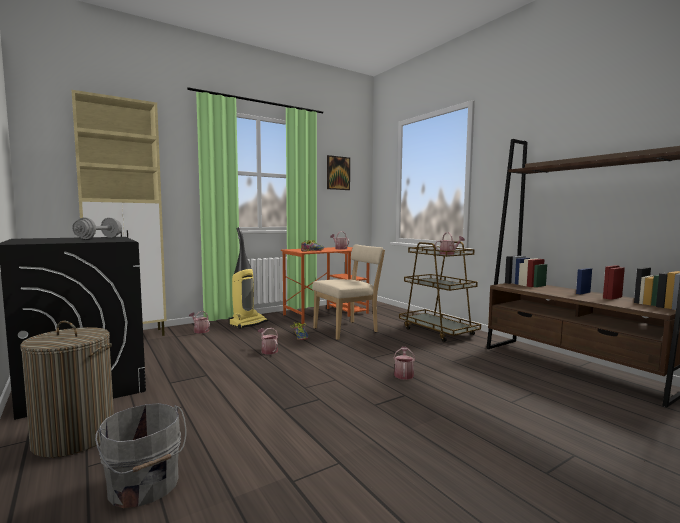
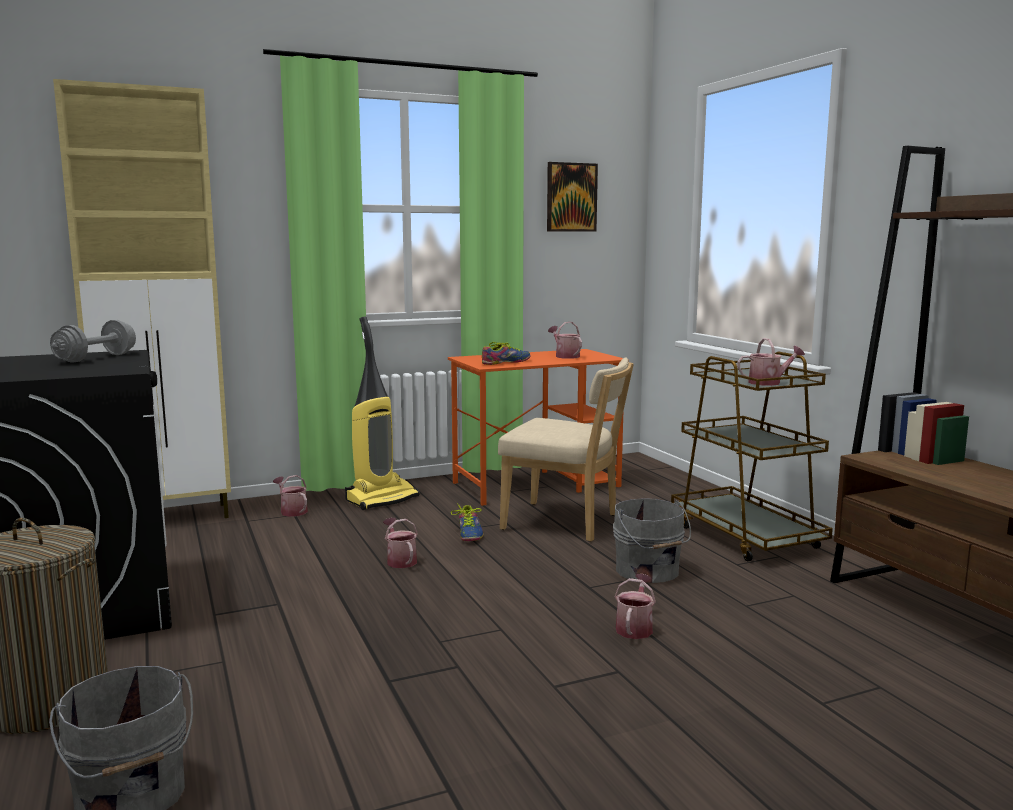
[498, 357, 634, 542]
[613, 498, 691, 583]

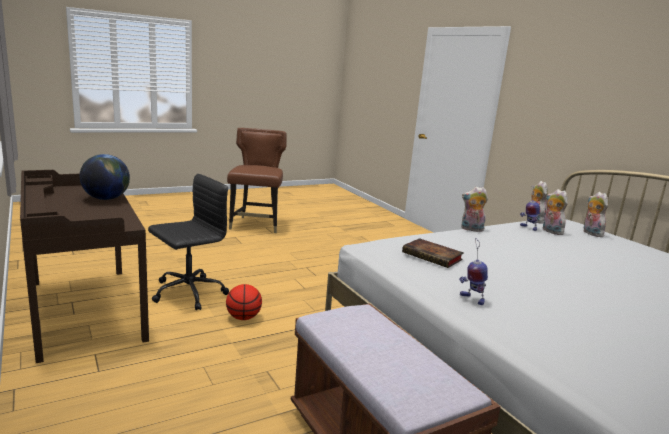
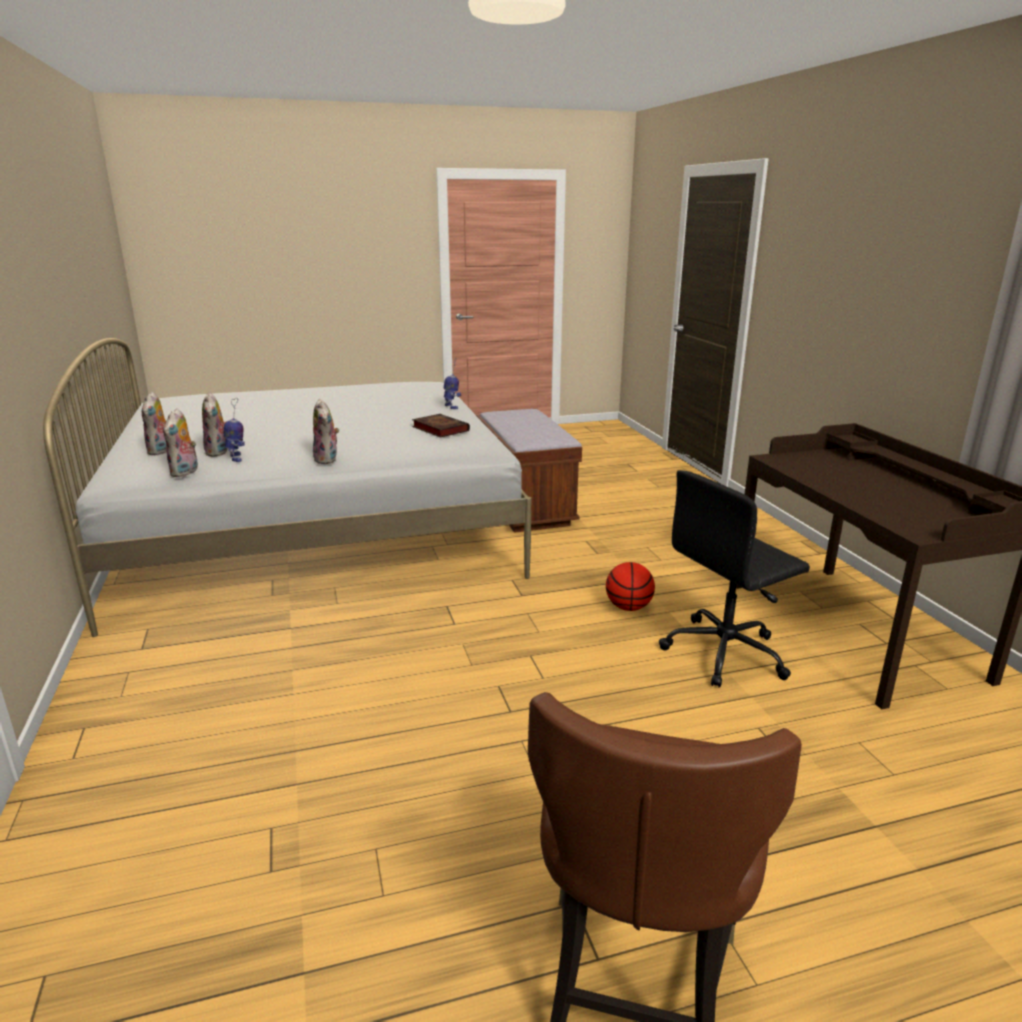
[313, 399, 339, 464]
[80, 154, 130, 200] (first image)

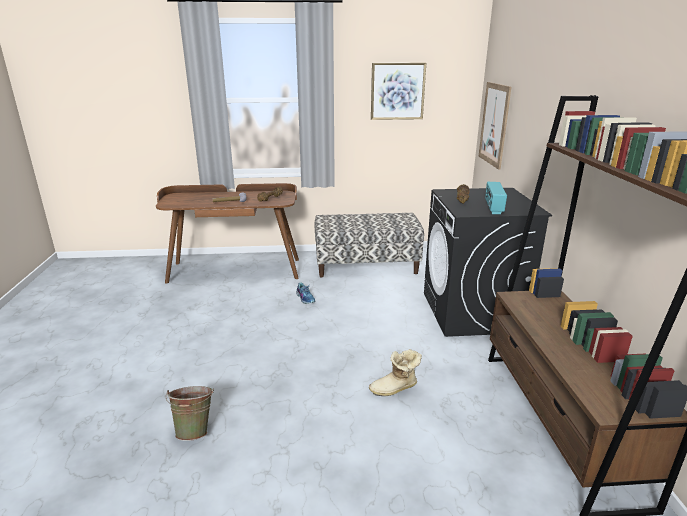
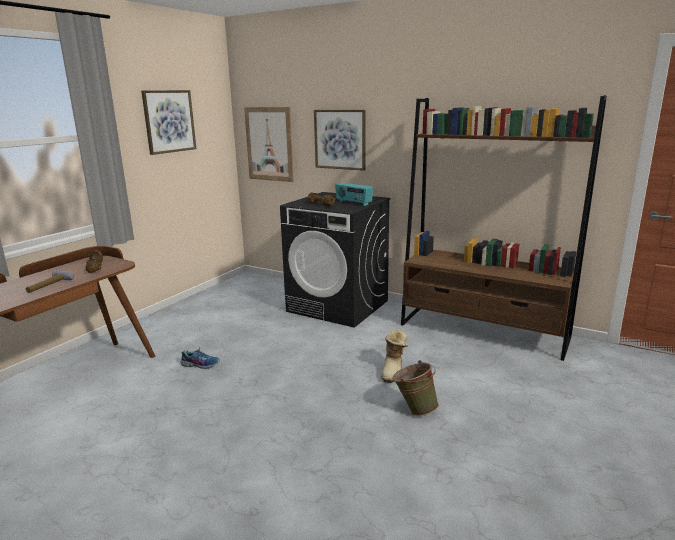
[314, 110, 366, 171]
[393, 360, 439, 416]
[314, 213, 424, 277] (first image)

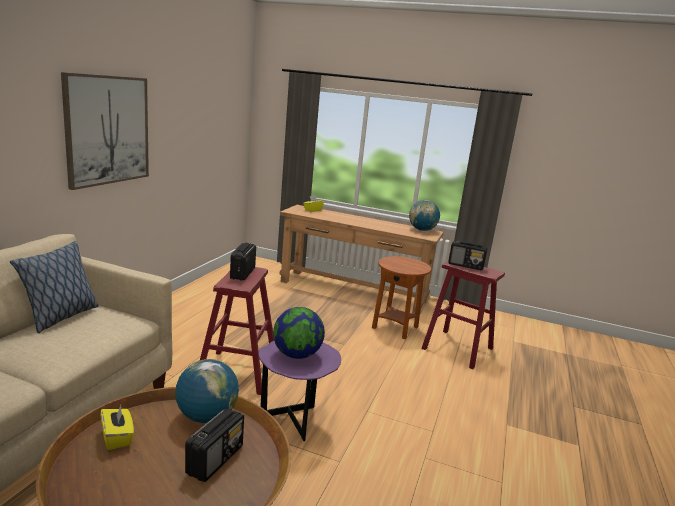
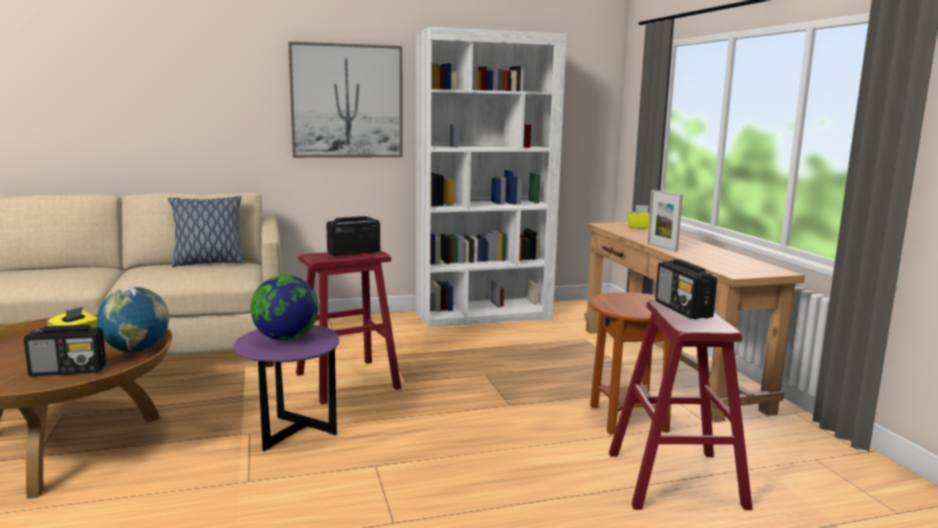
[416, 27, 566, 328]
[647, 190, 683, 252]
[409, 200, 440, 231] (first image)

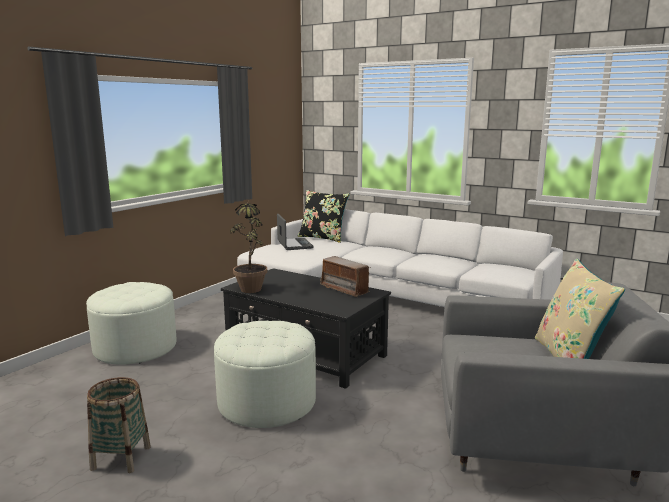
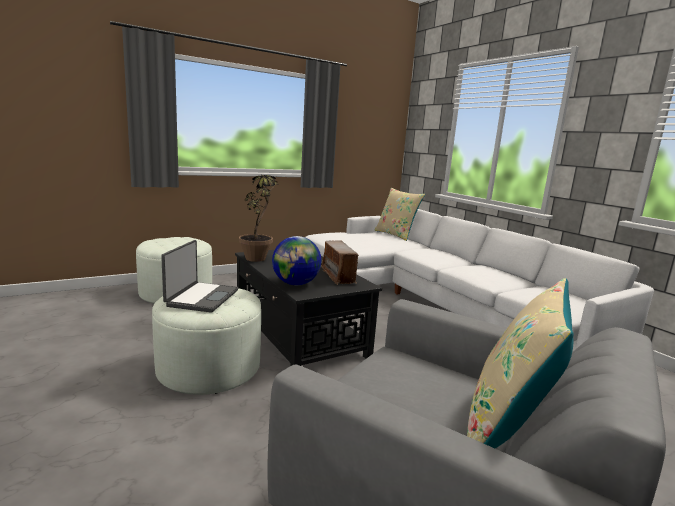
[161, 240, 238, 312]
[272, 236, 321, 285]
[375, 188, 425, 241]
[87, 377, 151, 473] (first image)

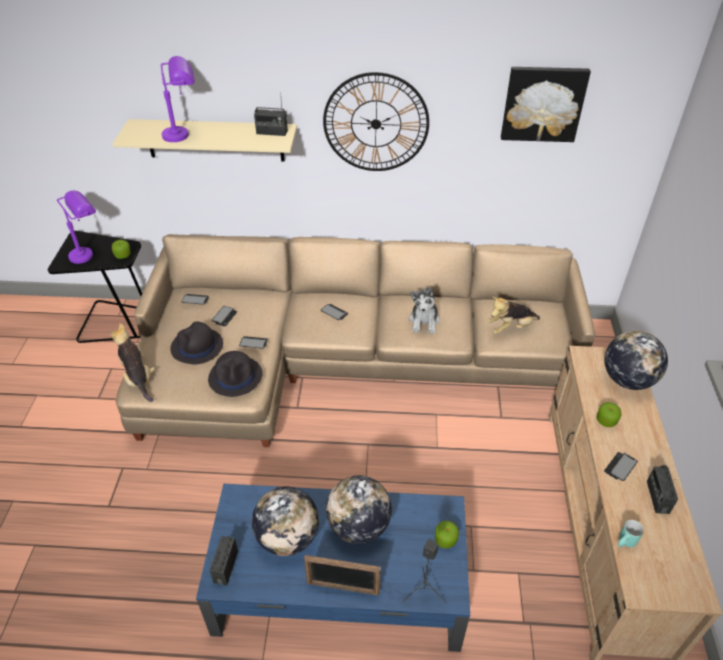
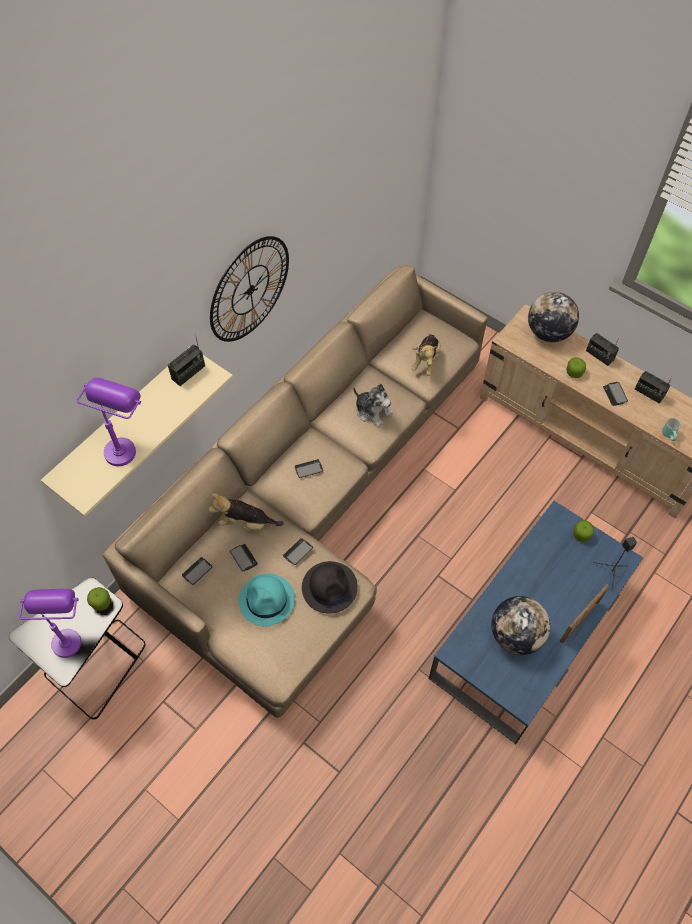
[208, 493, 284, 530]
[239, 574, 295, 627]
[586, 333, 619, 366]
[326, 475, 392, 544] (first image)
[501, 67, 591, 142] (first image)

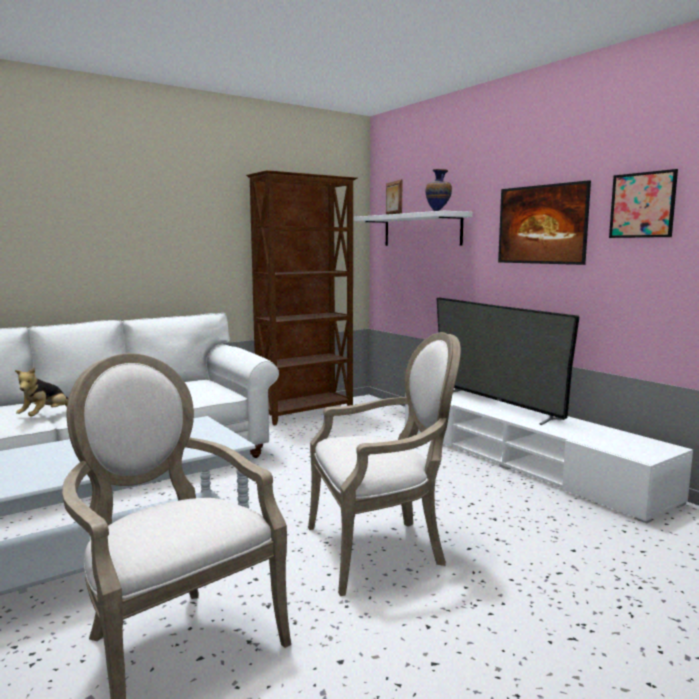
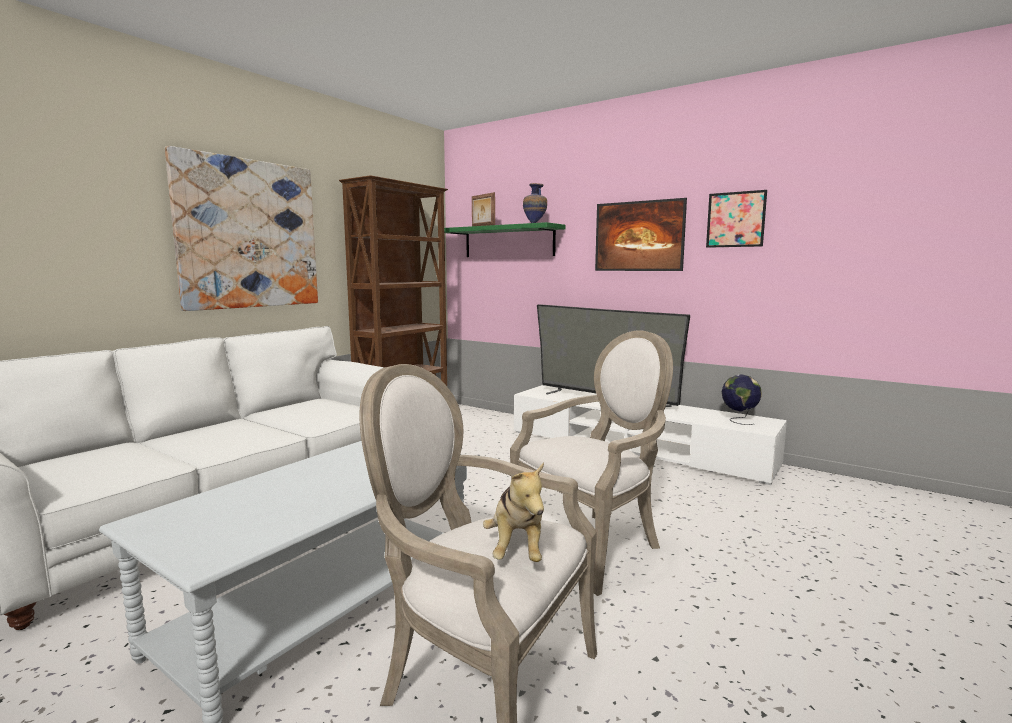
[165, 146, 318, 311]
[444, 222, 566, 257]
[483, 462, 544, 562]
[722, 374, 762, 425]

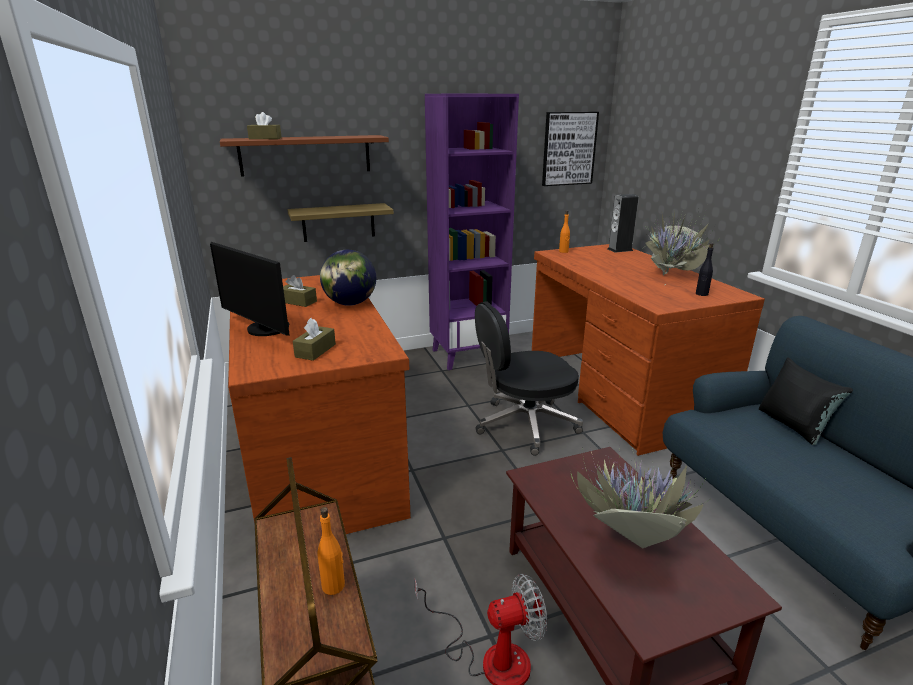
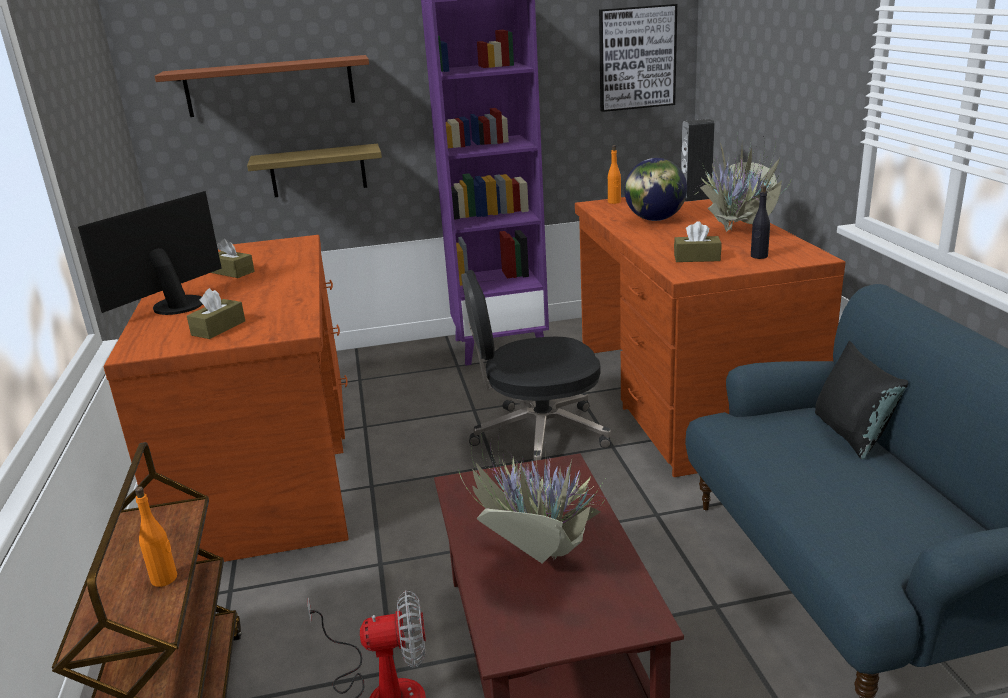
[78, 191, 222, 315]
[624, 158, 687, 221]
[674, 221, 721, 262]

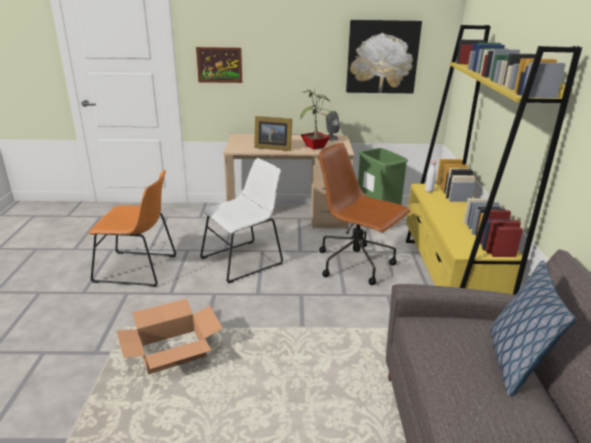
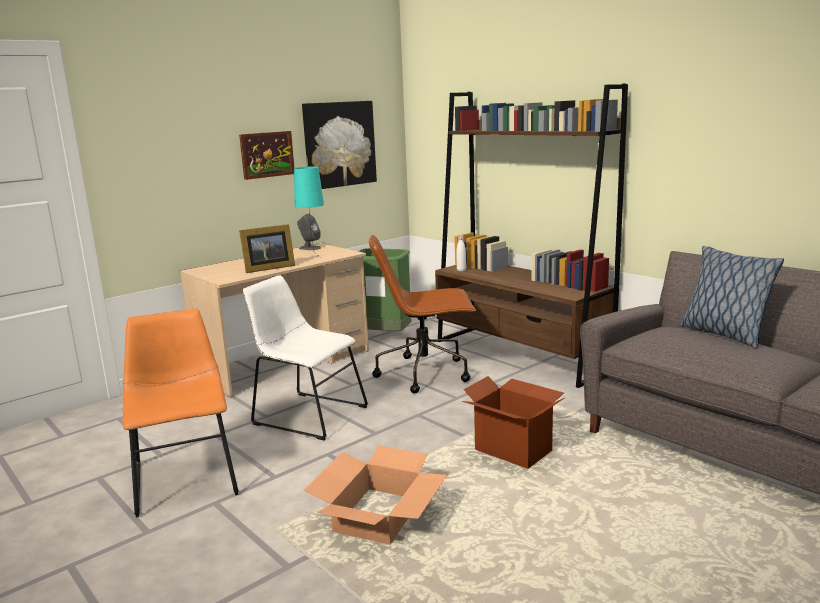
[123, 309, 239, 518]
[239, 131, 294, 180]
[243, 275, 368, 440]
[294, 166, 324, 257]
[435, 84, 628, 388]
[462, 376, 566, 469]

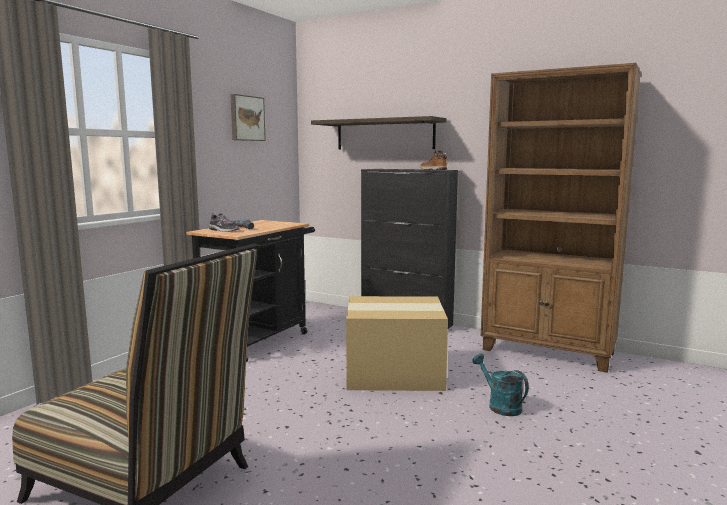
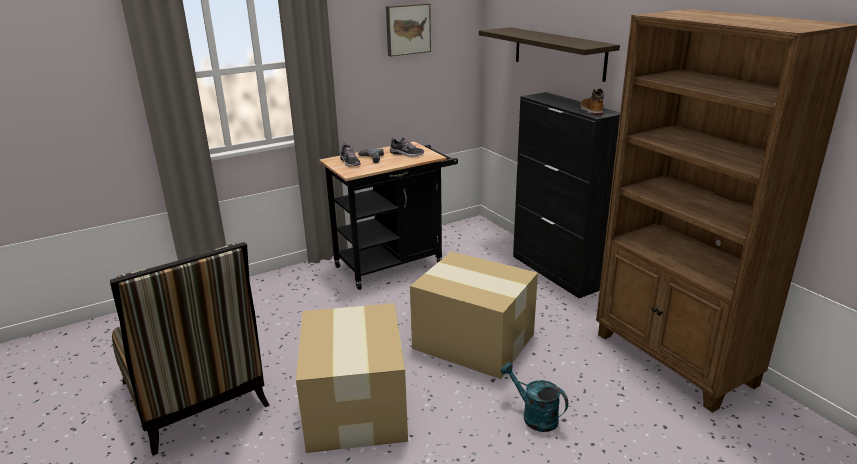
[296, 303, 408, 453]
[390, 137, 424, 157]
[501, 362, 568, 432]

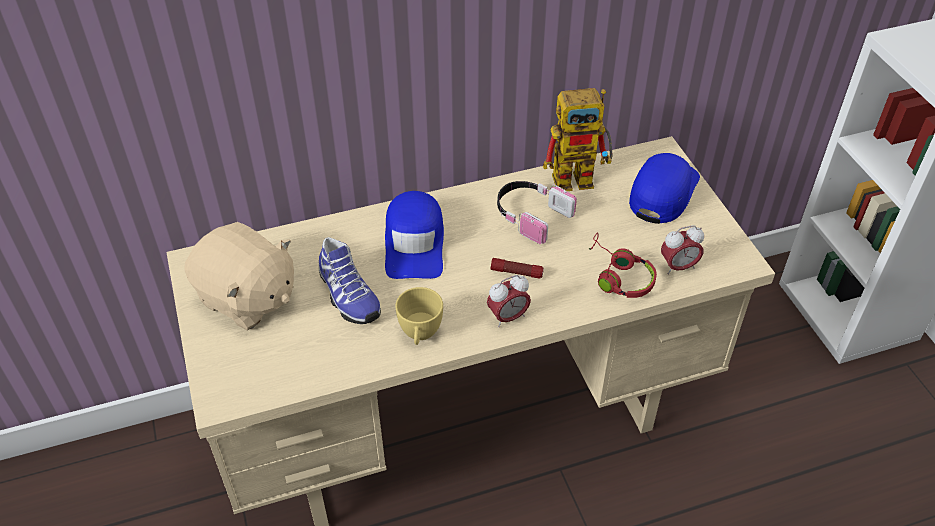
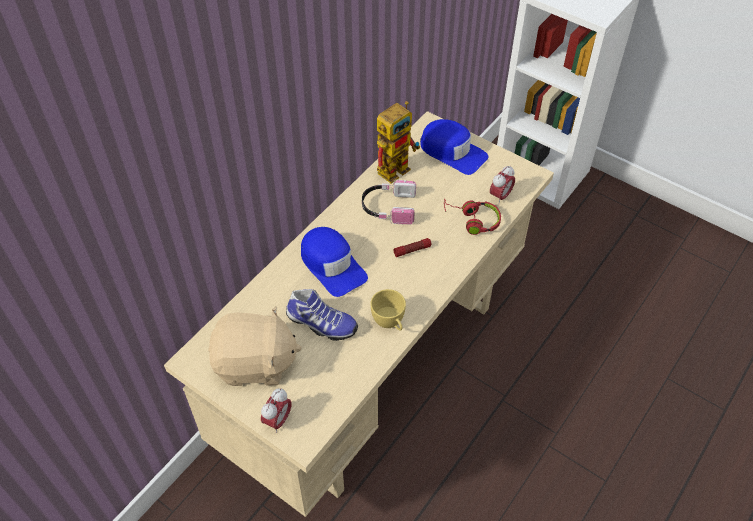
[261, 388, 291, 433]
[420, 119, 488, 175]

